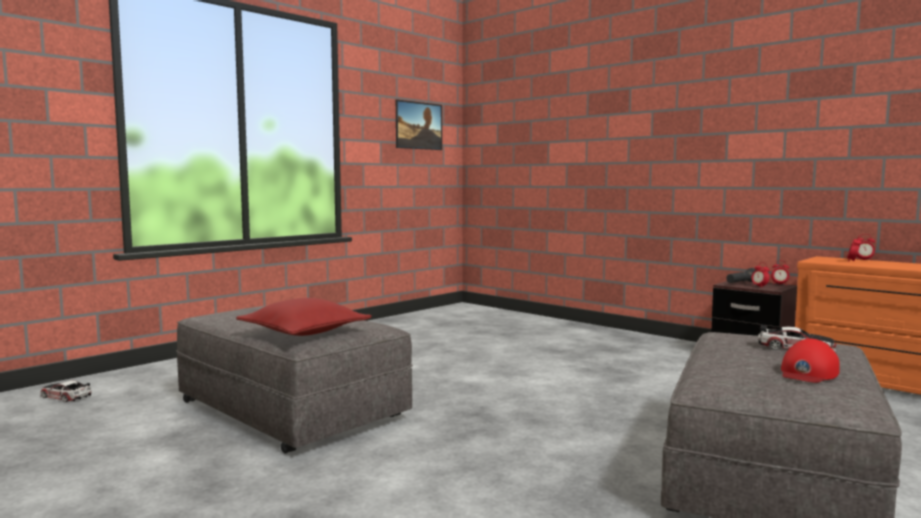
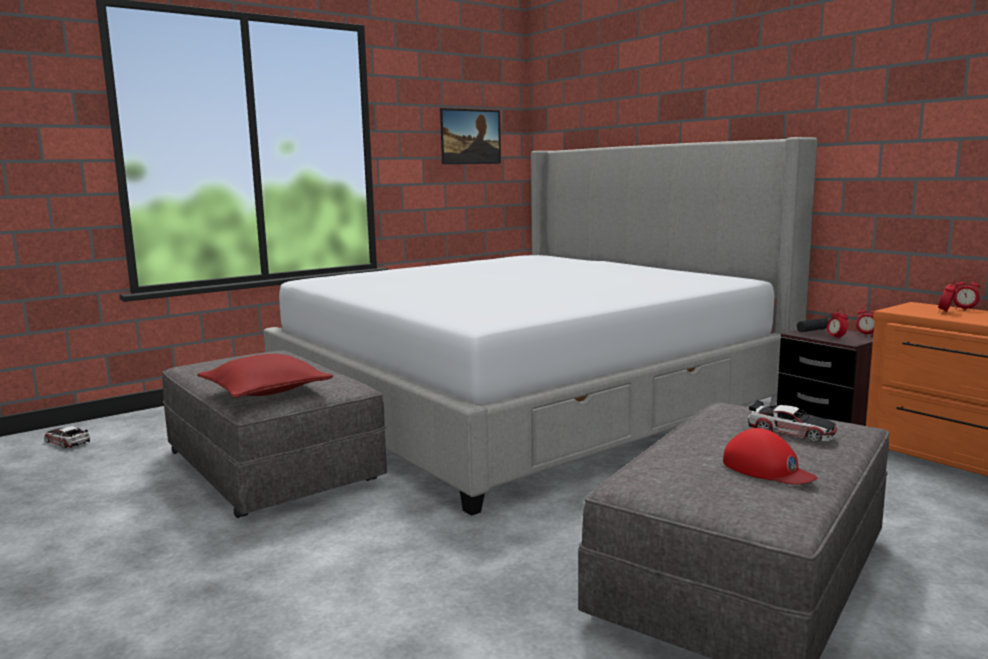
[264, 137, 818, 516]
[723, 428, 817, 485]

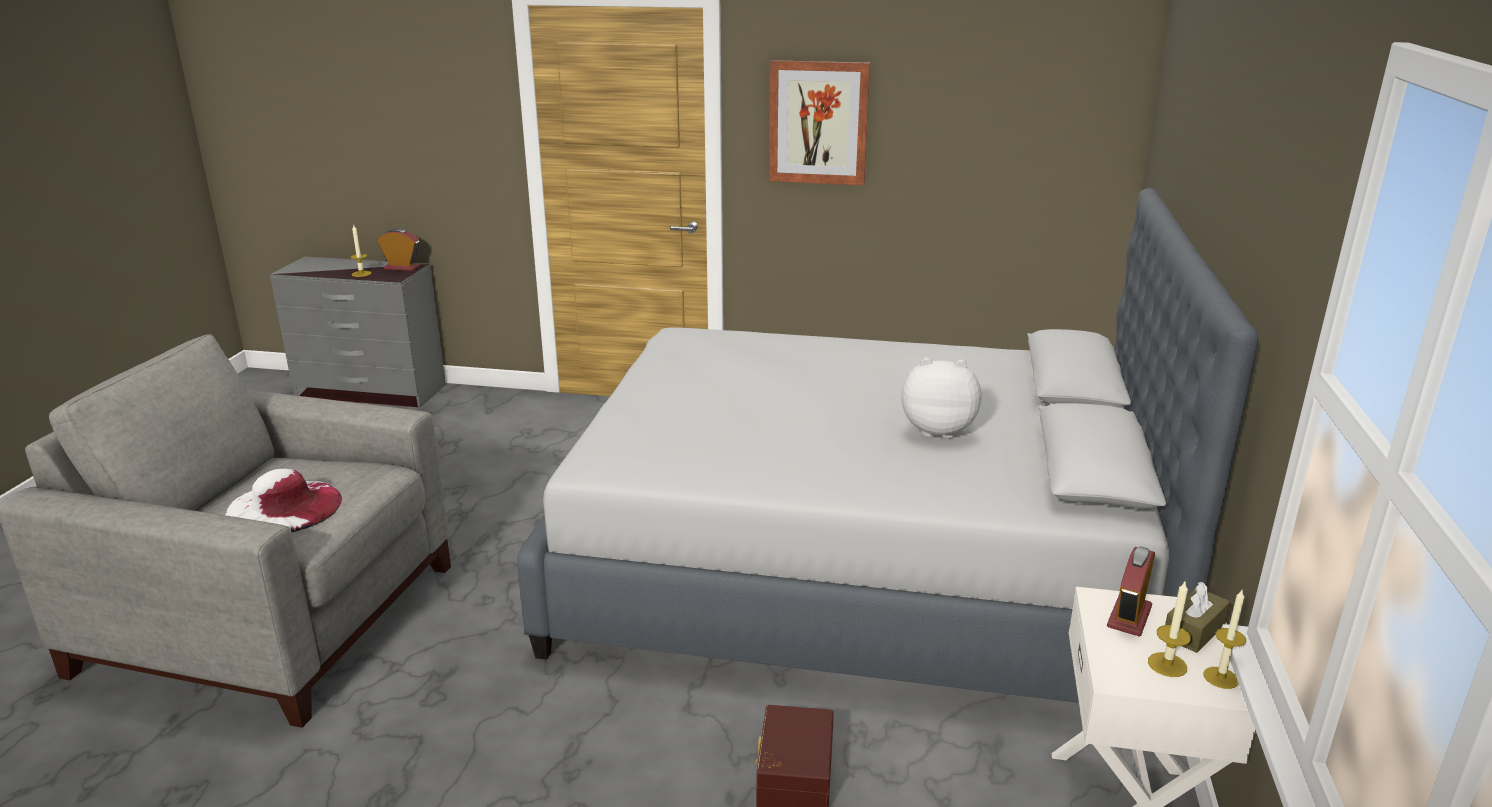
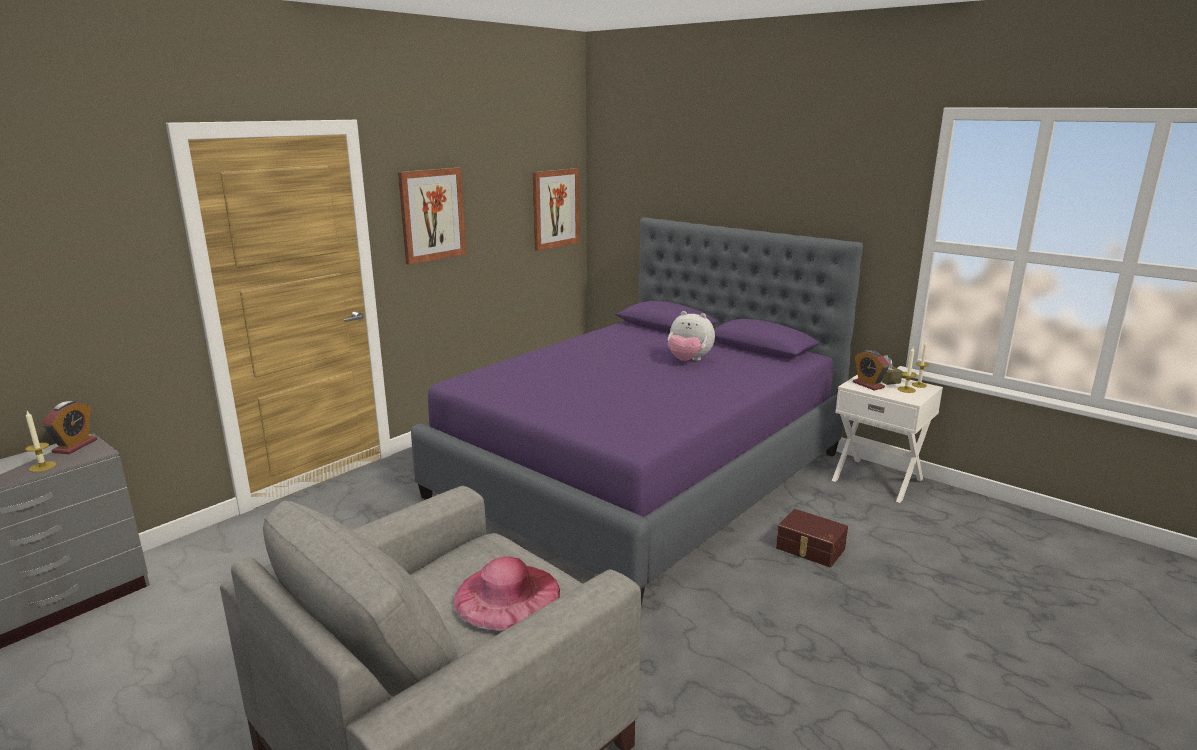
[42, 401, 97, 454]
[411, 217, 863, 605]
[453, 556, 560, 631]
[532, 168, 580, 251]
[668, 311, 715, 361]

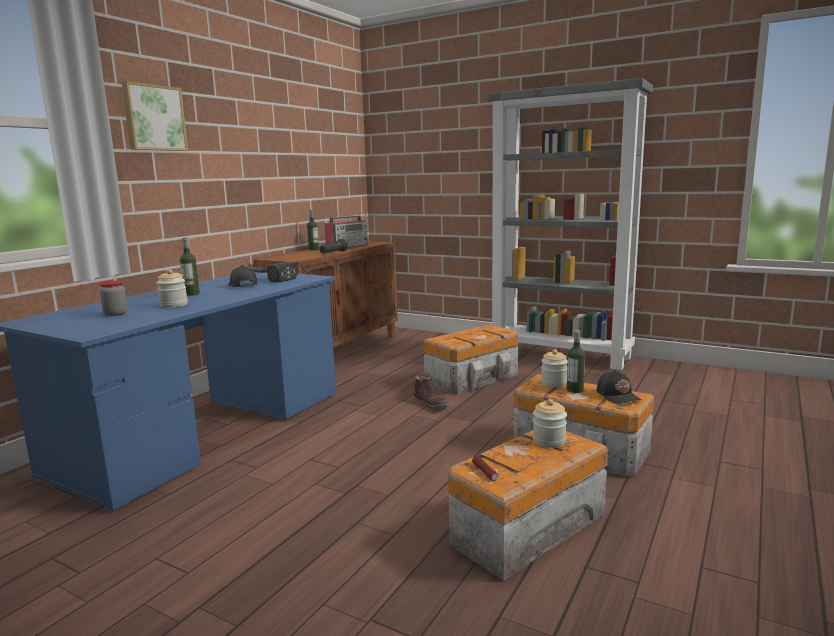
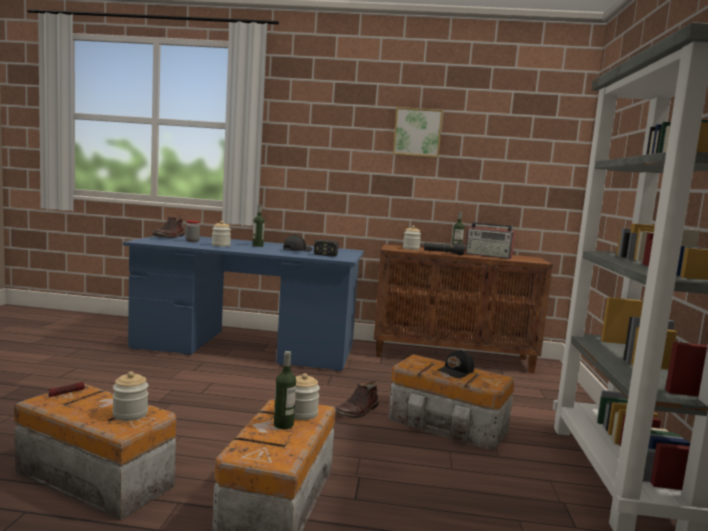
[152, 217, 185, 238]
[393, 107, 443, 157]
[403, 226, 421, 250]
[436, 350, 474, 378]

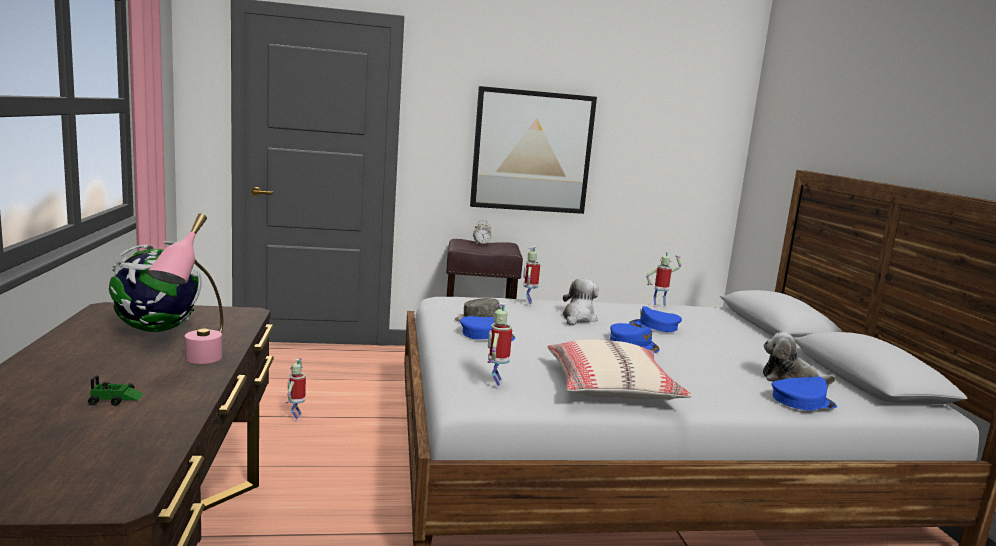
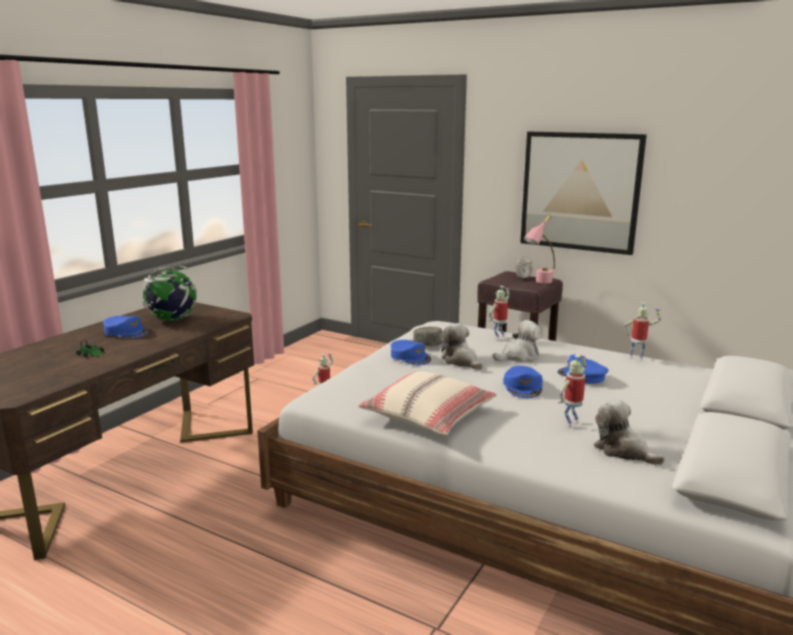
[103, 316, 149, 338]
[441, 323, 483, 370]
[523, 214, 555, 284]
[558, 355, 586, 428]

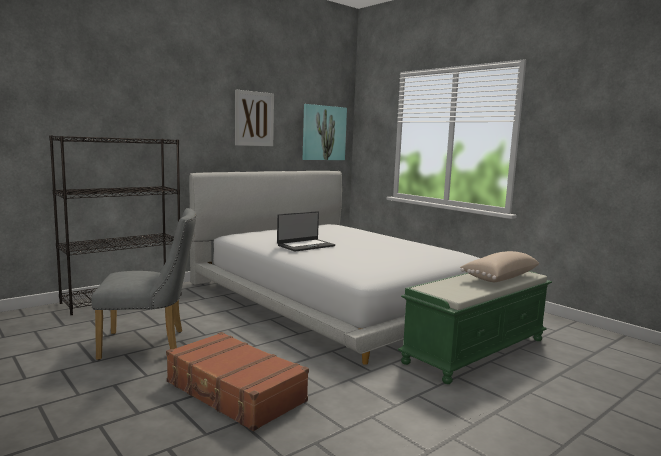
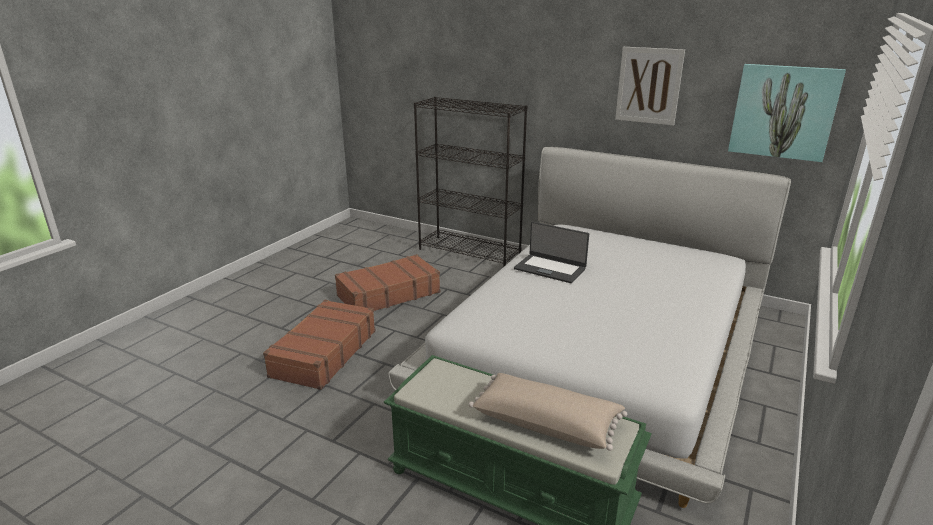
[335, 254, 440, 311]

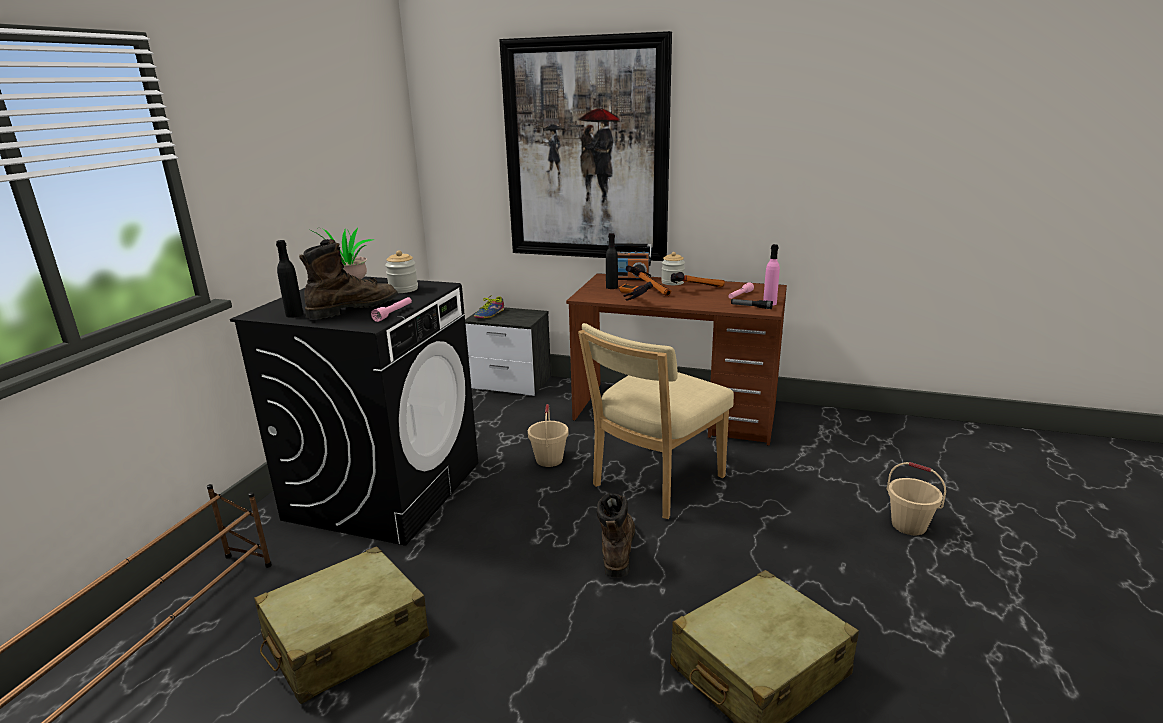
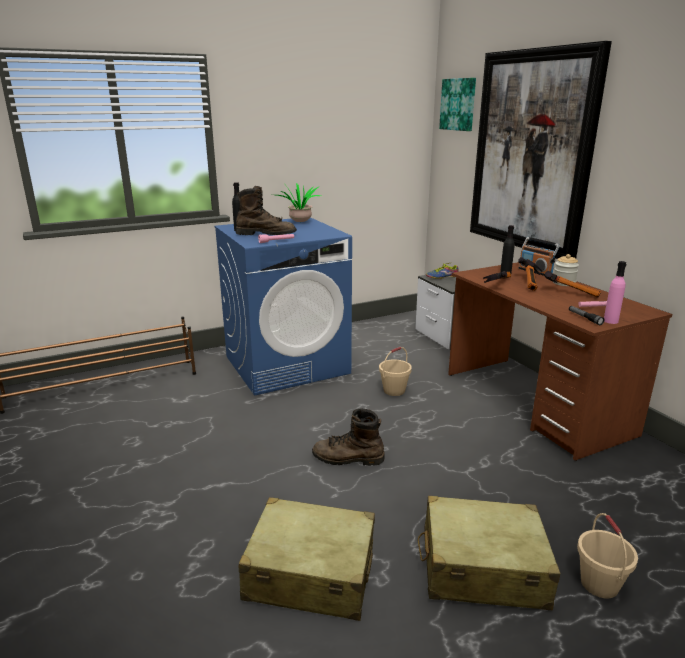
[214, 217, 352, 396]
[312, 409, 385, 466]
[418, 495, 560, 610]
[439, 78, 476, 131]
[385, 251, 418, 293] (first image)
[578, 323, 734, 519] (first image)

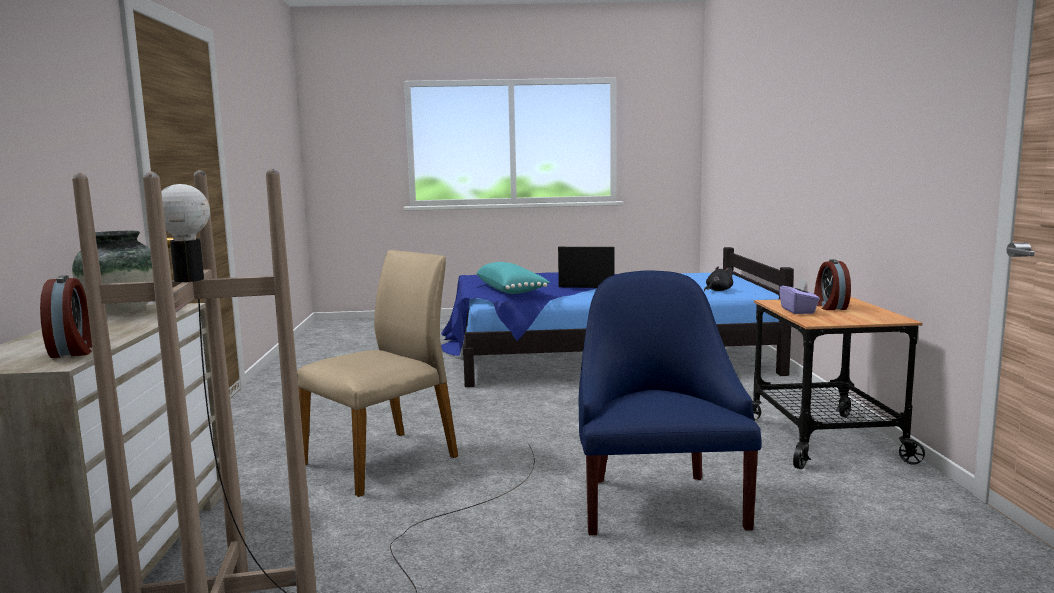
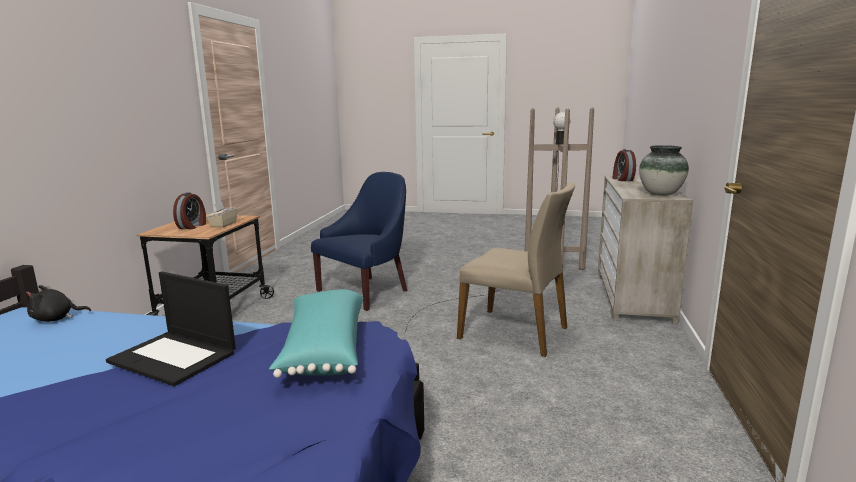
[206, 202, 237, 228]
[311, 172, 408, 311]
[457, 182, 575, 357]

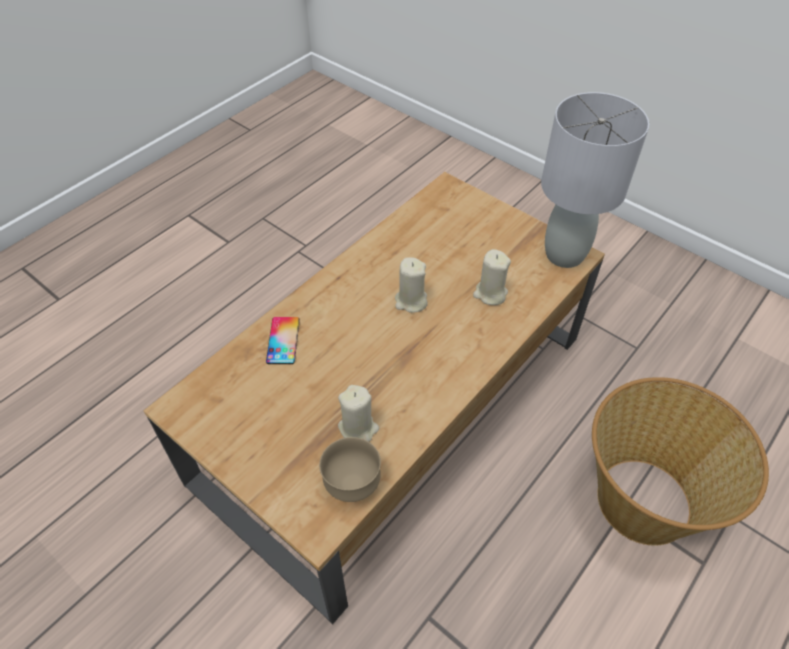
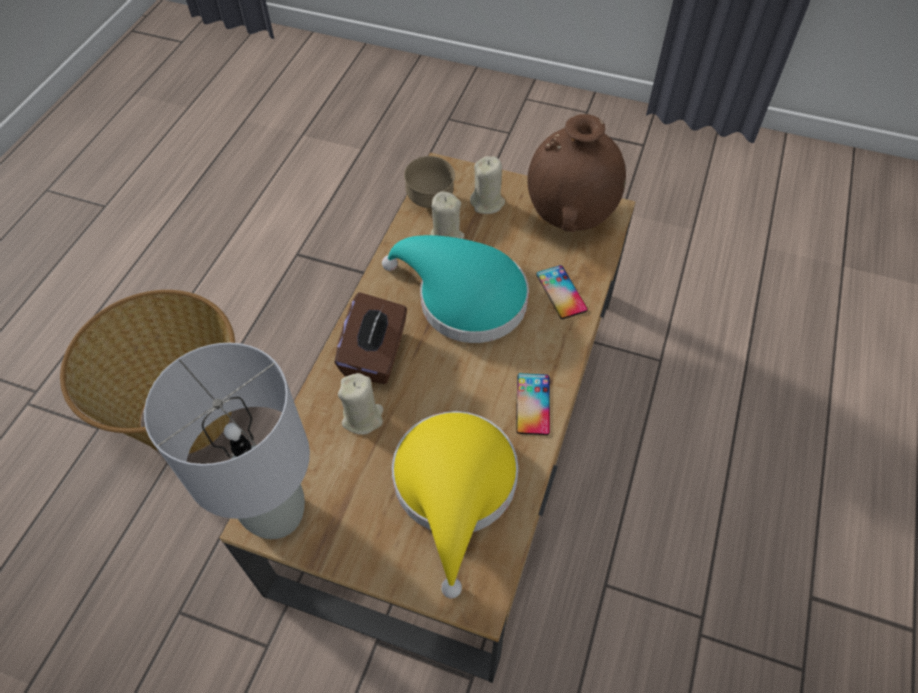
[335, 292, 407, 384]
[382, 235, 529, 343]
[392, 411, 518, 599]
[470, 156, 505, 214]
[516, 373, 550, 435]
[527, 114, 626, 232]

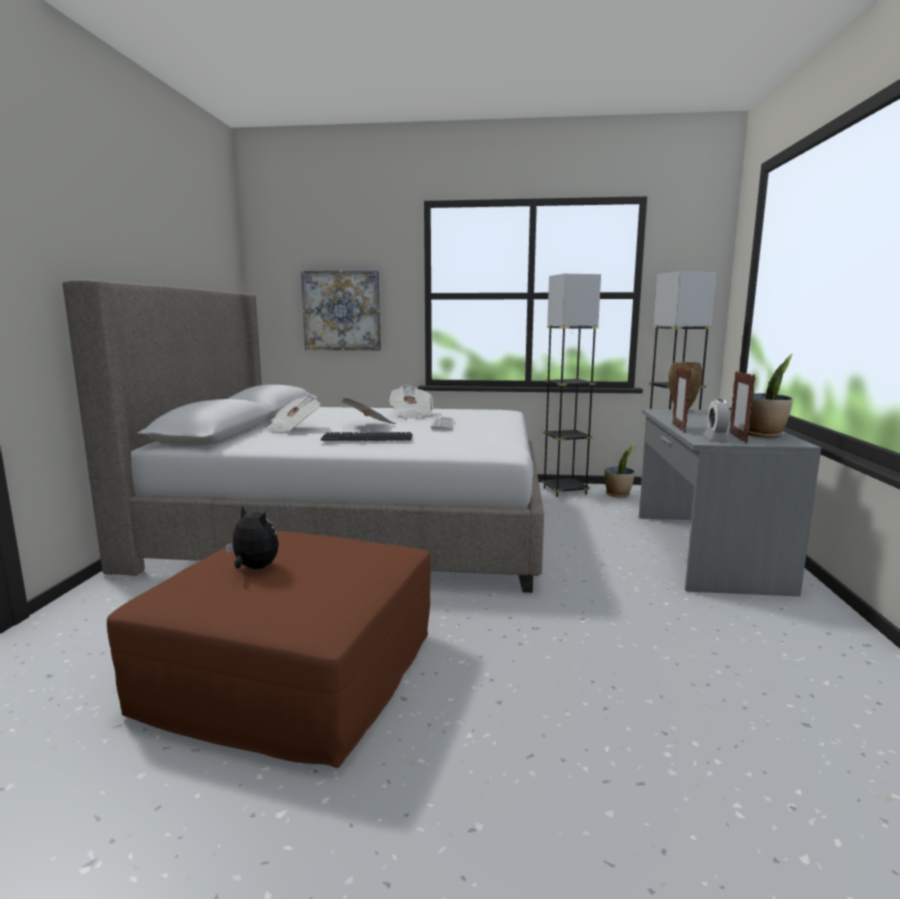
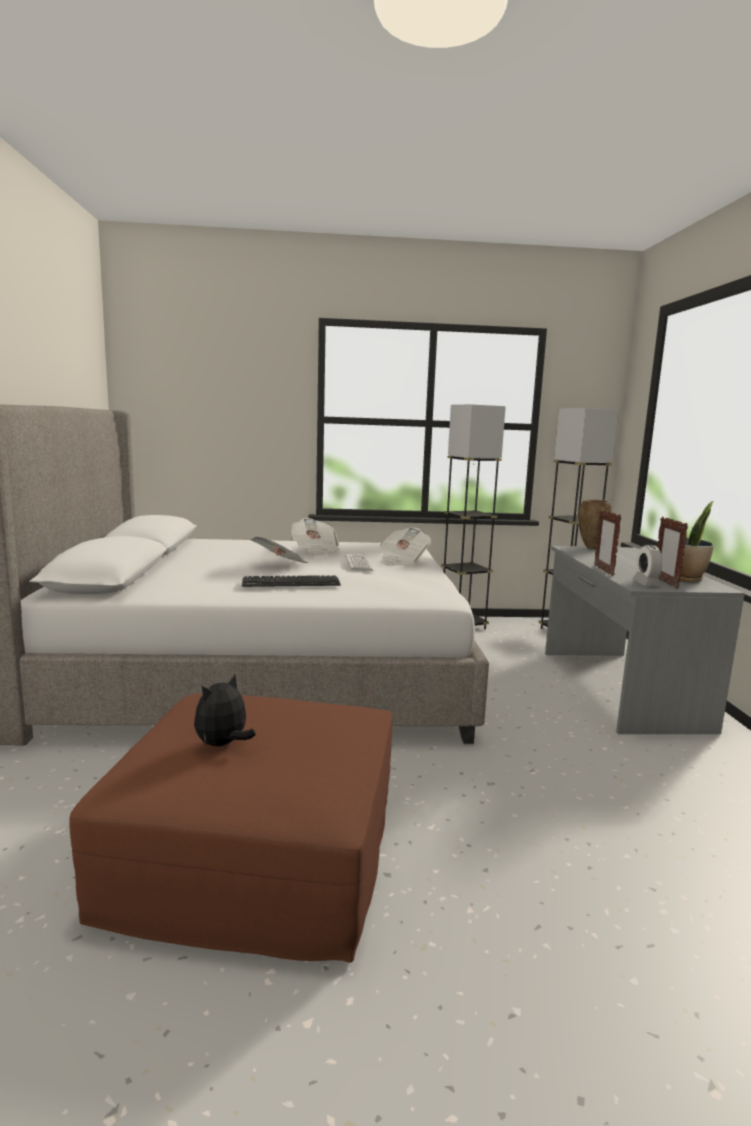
[194, 674, 256, 746]
[379, 527, 432, 566]
[301, 270, 381, 350] (first image)
[605, 443, 635, 498] (first image)

